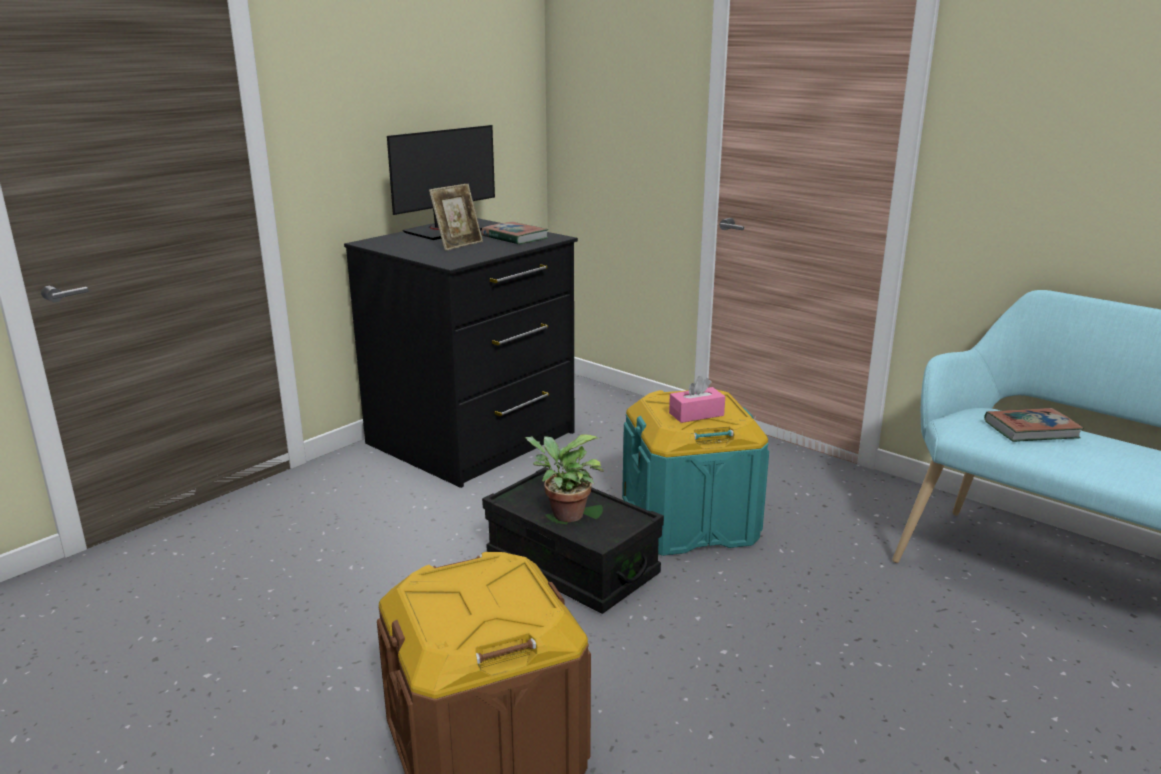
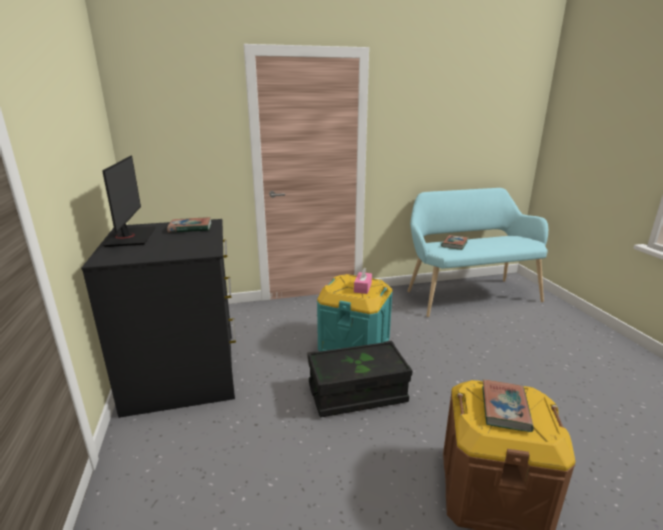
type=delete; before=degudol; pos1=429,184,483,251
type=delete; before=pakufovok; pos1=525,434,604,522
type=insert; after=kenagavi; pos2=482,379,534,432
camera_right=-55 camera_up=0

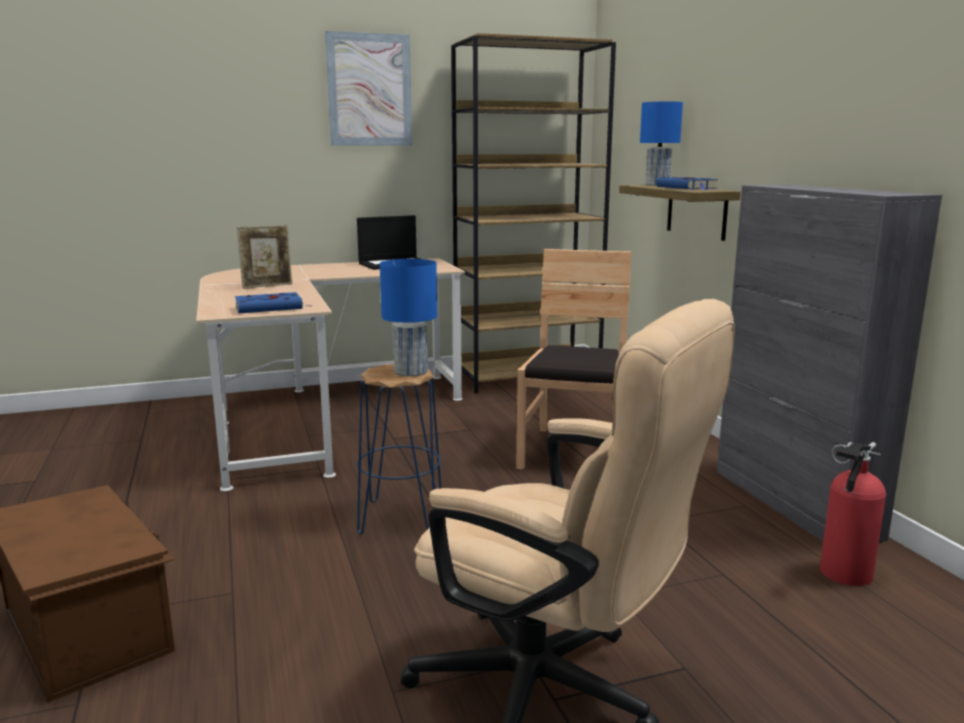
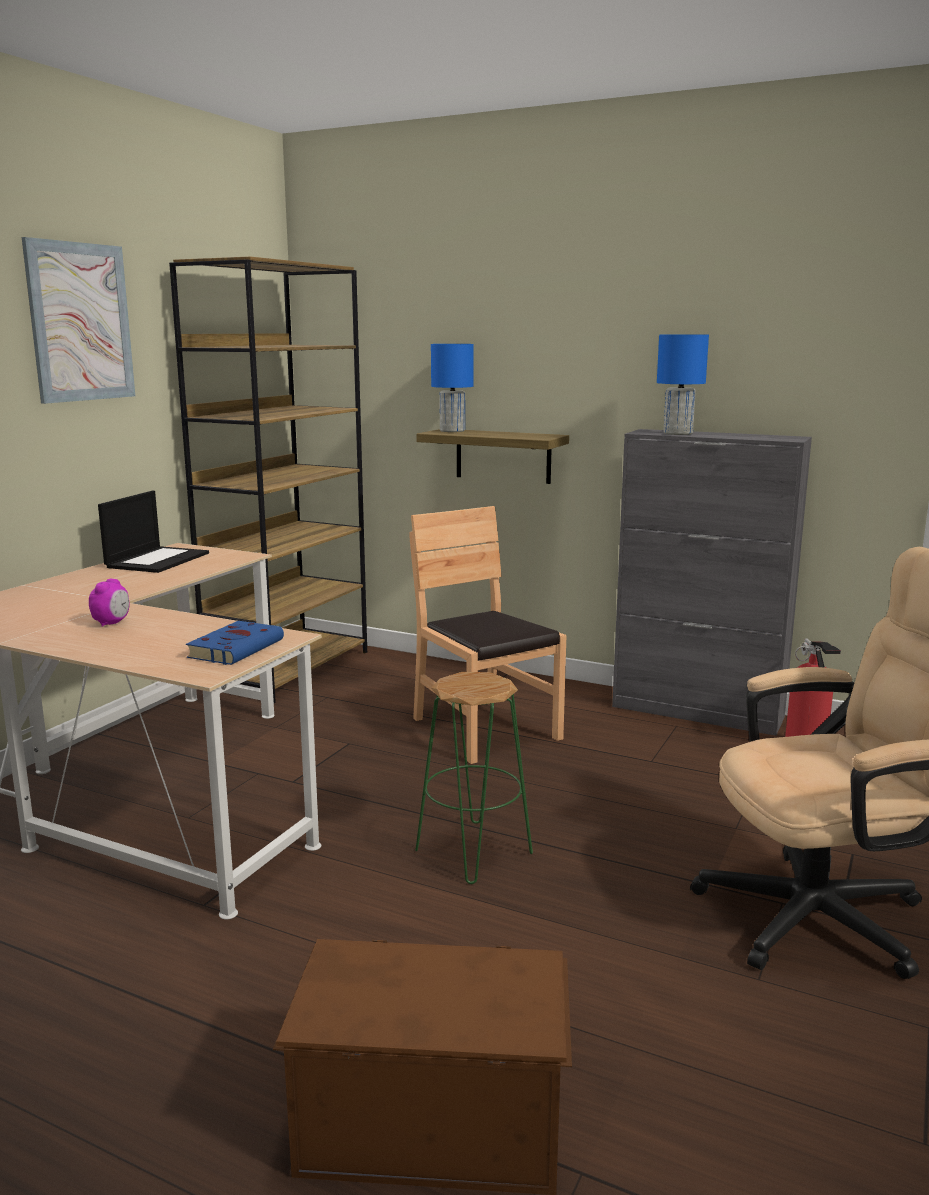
type=delete; before=blue kenagavi; pos1=656,177,718,190
type=move; before=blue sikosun; pos1=380,259,437,377; pos2=657,334,709,435
type=replace; before=degudol; after=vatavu; pos1=237,225,292,289; pos2=89,579,129,627
type=recolor; before=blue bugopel; after=green bugopel; pos1=357,364,441,535; pos2=415,672,533,884
camera_right=-45 camera_up=0

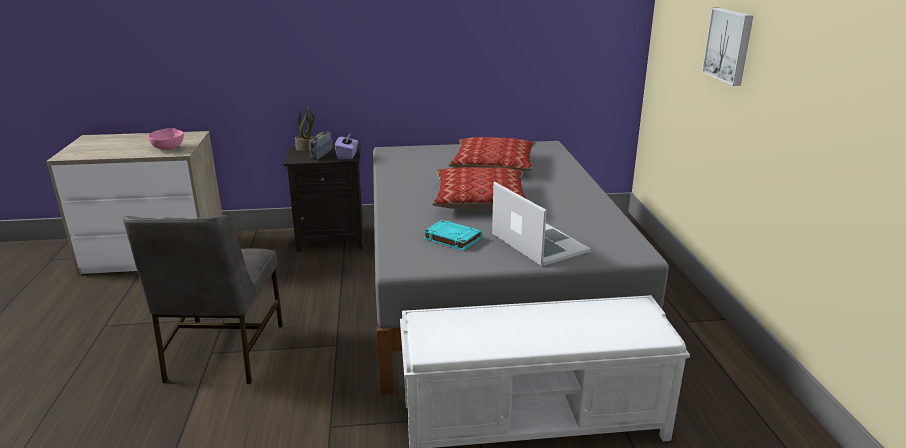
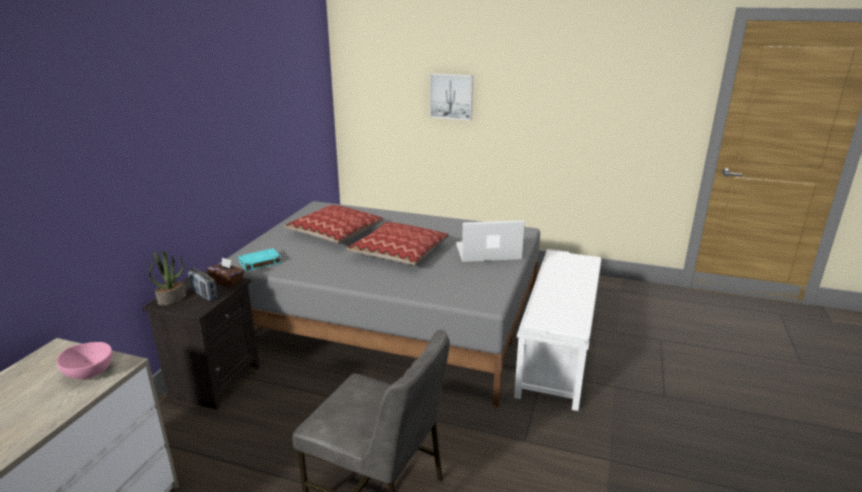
type=move; before=turquoise kenagavi; pos1=423,220,482,251; pos2=238,248,282,271
type=recolor; before=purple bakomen; after=brown bakomen; pos1=335,133,358,159; pos2=207,257,244,288
camera_right=-65 camera_up=0

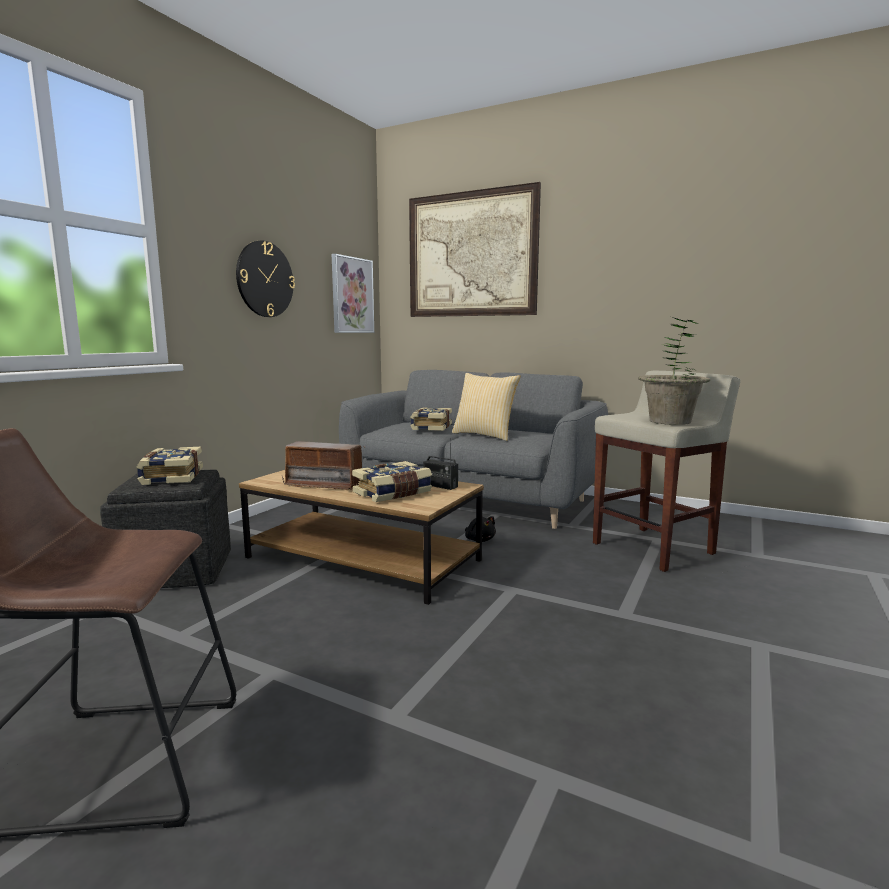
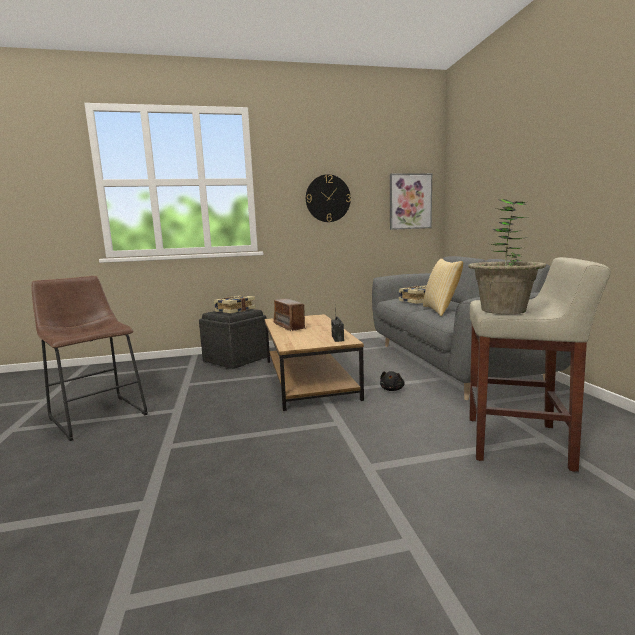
type=delete; before=kenagavi; pos1=352,461,432,502
type=delete; before=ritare; pos1=409,182,541,317
camera_right=50 camera_up=0

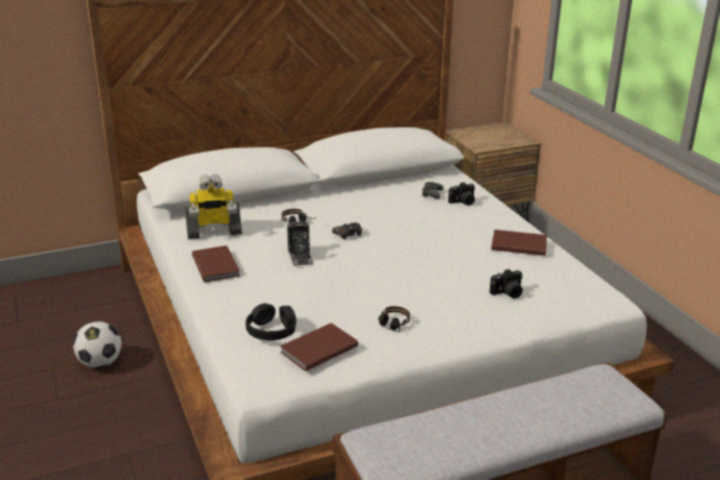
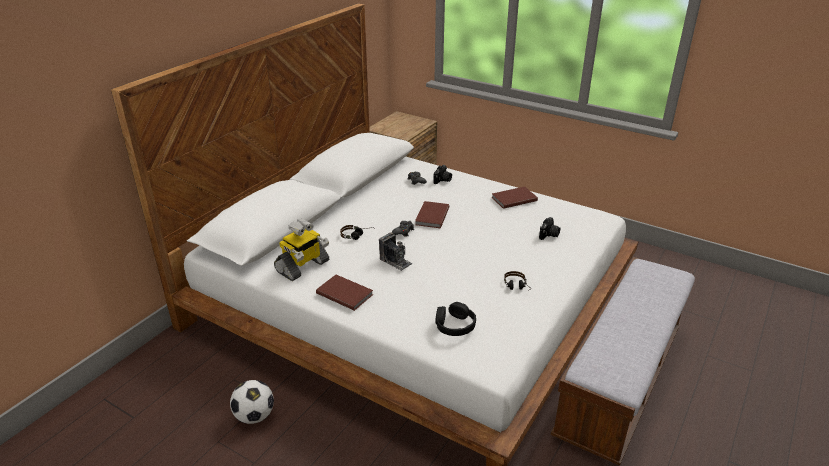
type=move; before=brown kenagavi; pos1=280,323,358,371; pos2=415,201,450,228
camera_right=-35 camera_up=5

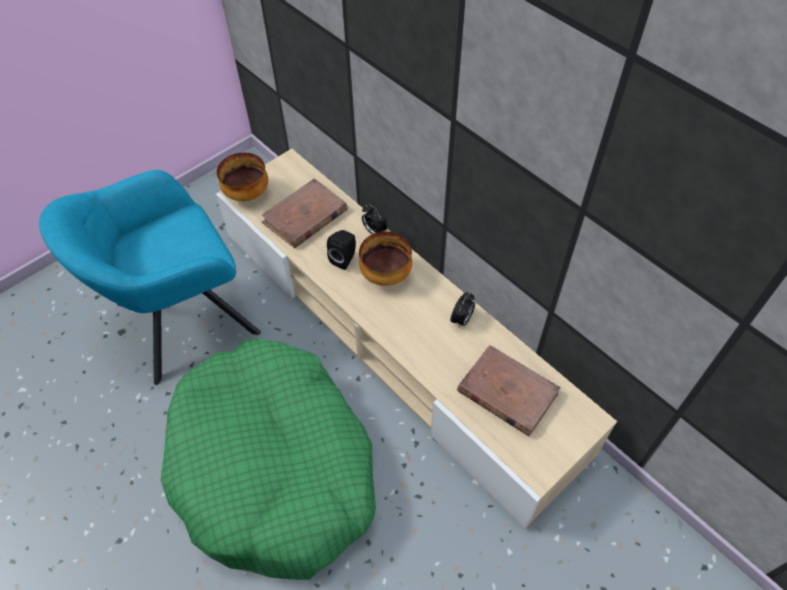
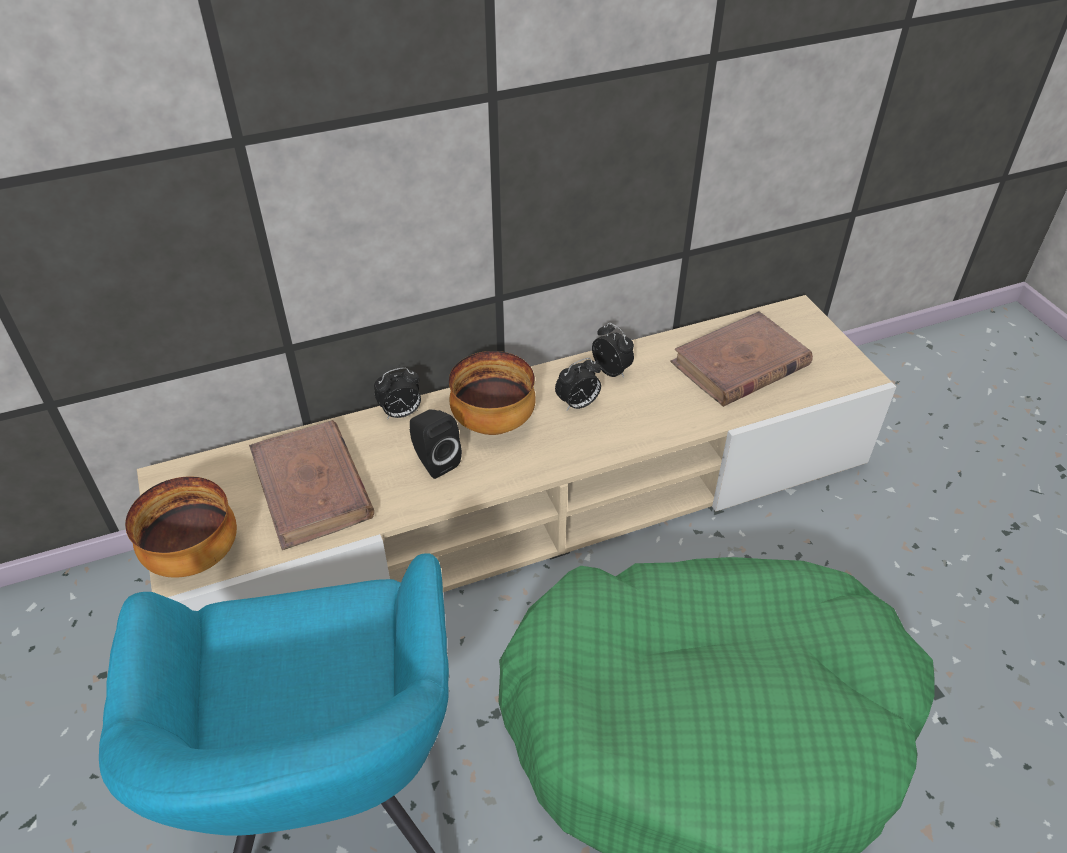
type=insert; after=vatavu; pos2=555,358,601,411
camera_right=-70 camera_up=-10

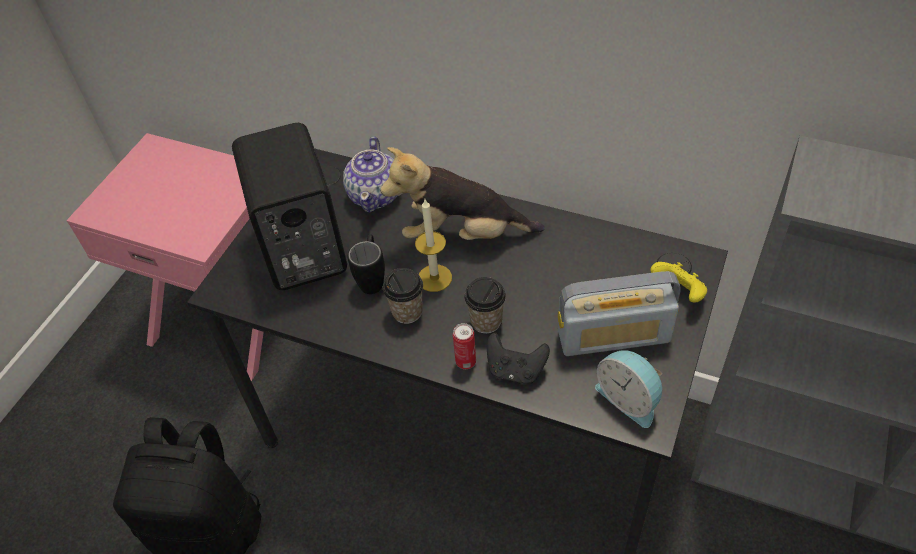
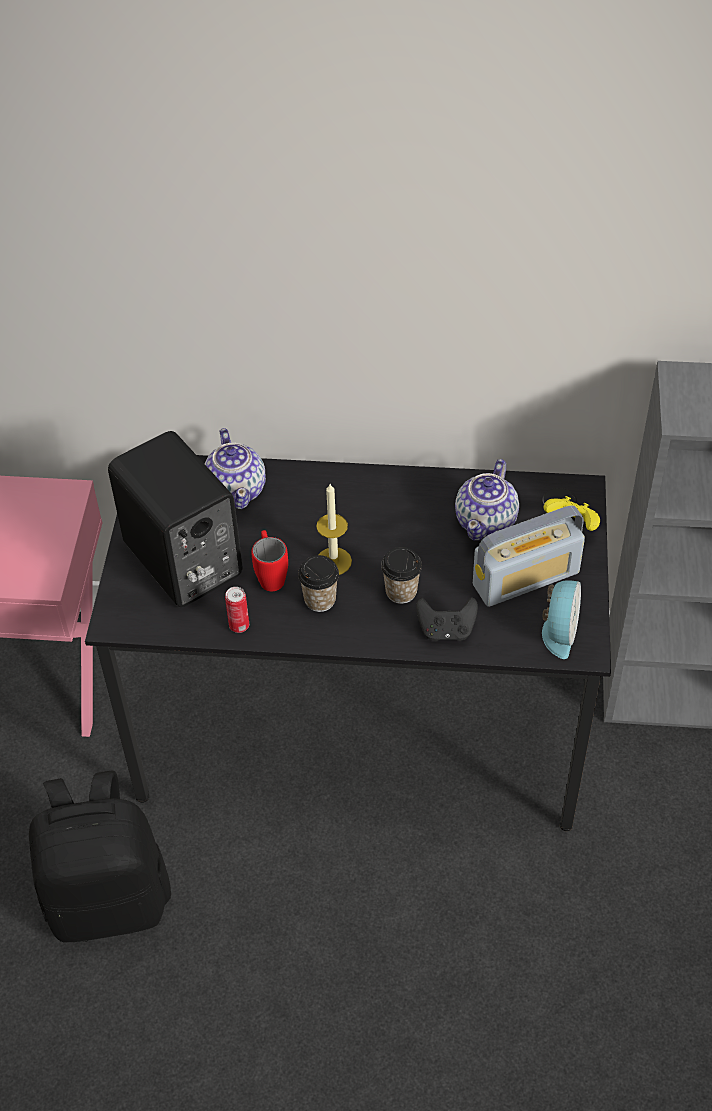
type=delete; before=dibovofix; pos1=380,147,544,240
type=insert; after=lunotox; pos2=455,459,519,541
type=move; before=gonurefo; pos1=453,323,476,369; pos2=225,587,249,633
type=recolor; before=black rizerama; after=red rizerama; pos1=348,234,385,294; pos2=252,530,288,591
type=rotate; before=vatavu; pos1=595,350,662,428; pos2=542,580,581,659; turn=-105
camera_right=-20 camera_up=0

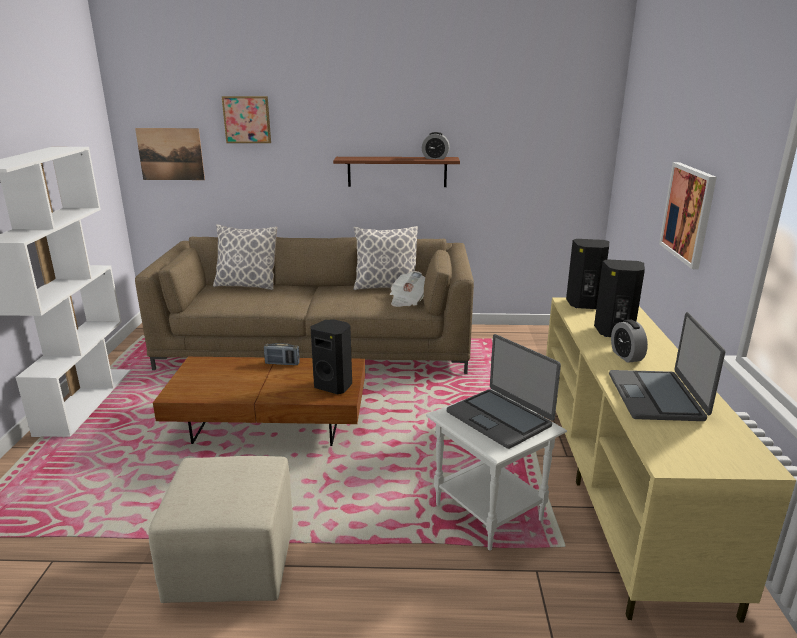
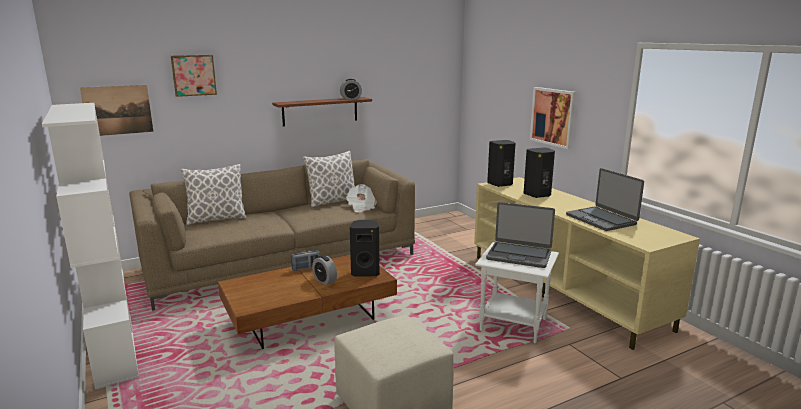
type=move; before=vatavu; pos1=611,319,648,363; pos2=312,255,337,285
camera_right=-30 camera_up=-5

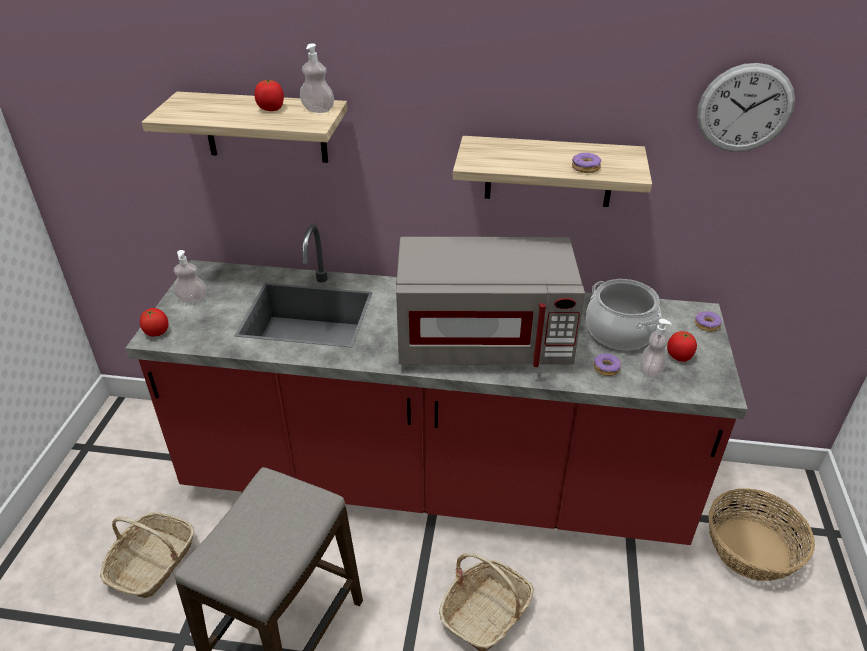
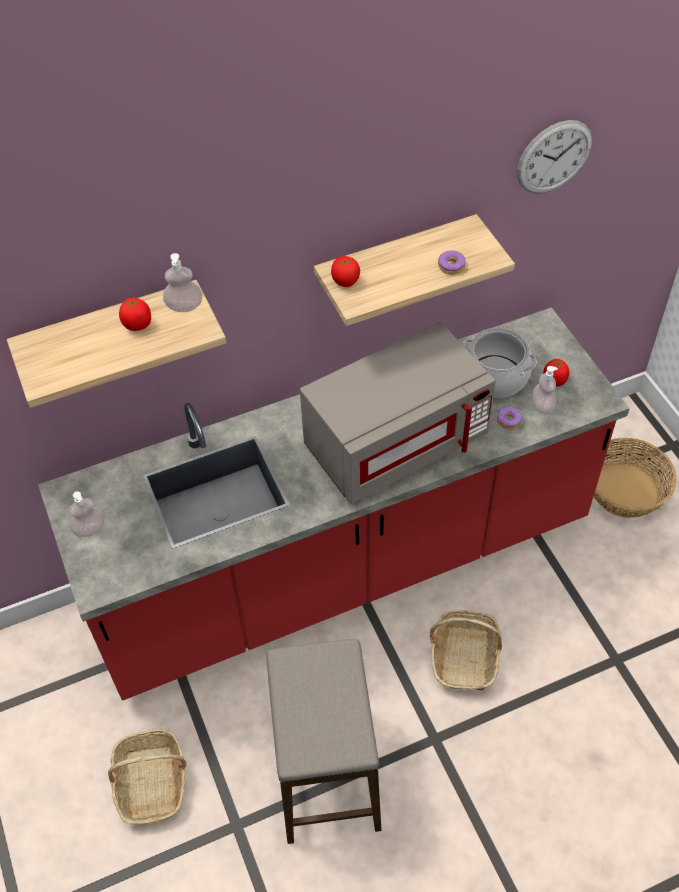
type=delete; before=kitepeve; pos1=695,311,722,332
type=move; before=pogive; pos1=140,308,169,336; pos2=331,256,360,287
camera_right=-30 camera_up=15

